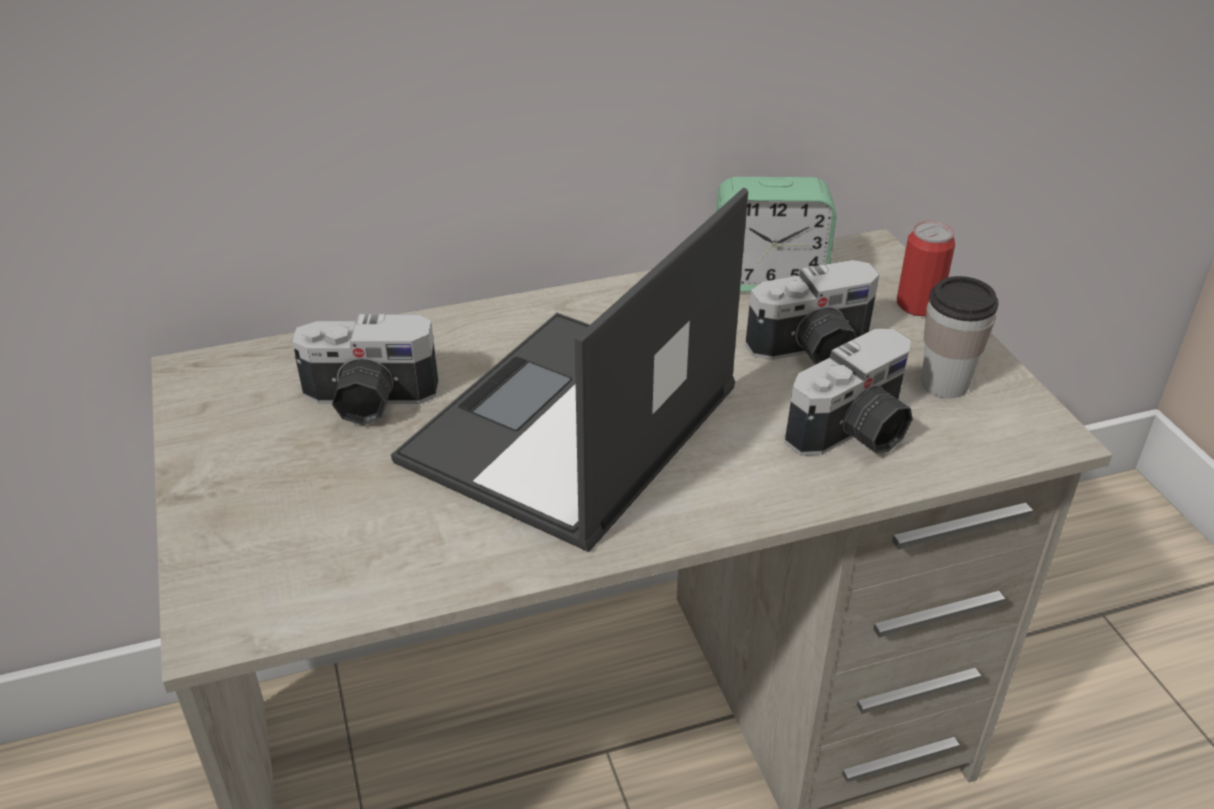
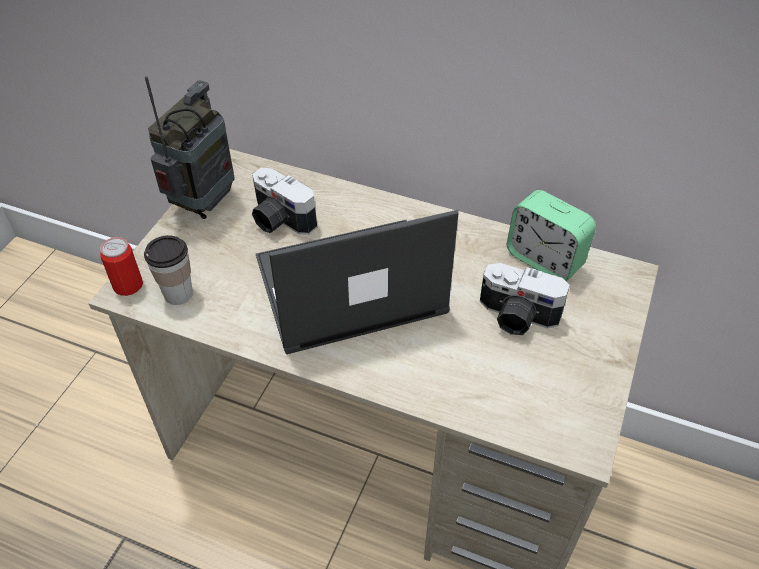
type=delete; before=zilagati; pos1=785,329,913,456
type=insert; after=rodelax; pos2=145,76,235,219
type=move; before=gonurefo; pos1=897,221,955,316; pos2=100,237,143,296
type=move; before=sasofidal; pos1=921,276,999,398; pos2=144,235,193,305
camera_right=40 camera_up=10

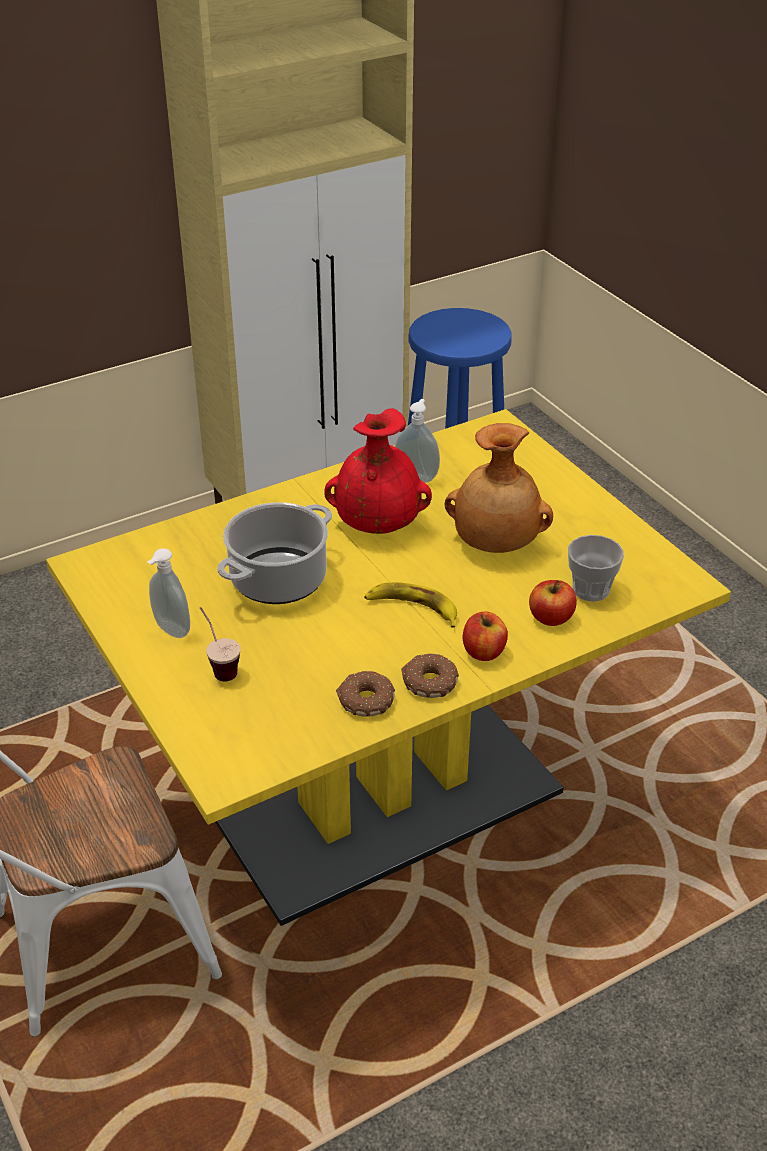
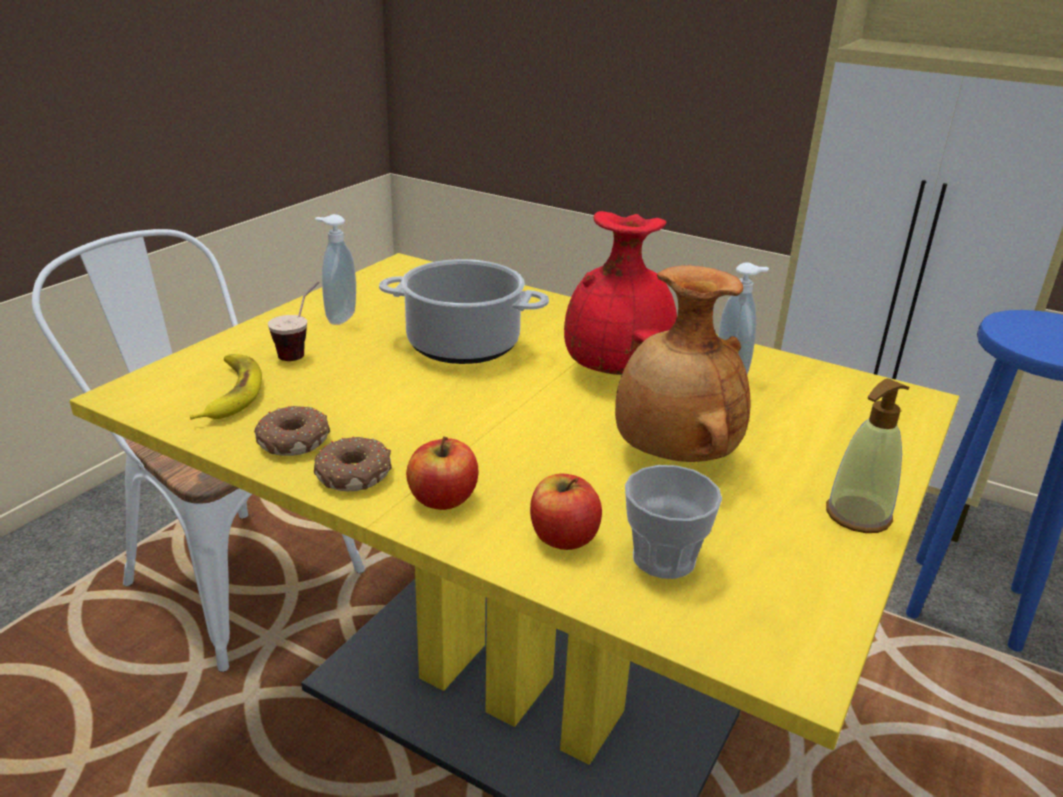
type=insert; after=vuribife; pos2=826,378,909,533
type=move; before=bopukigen; pos1=364,582,457,628; pos2=190,354,262,420
camera_right=60 camera_up=-10

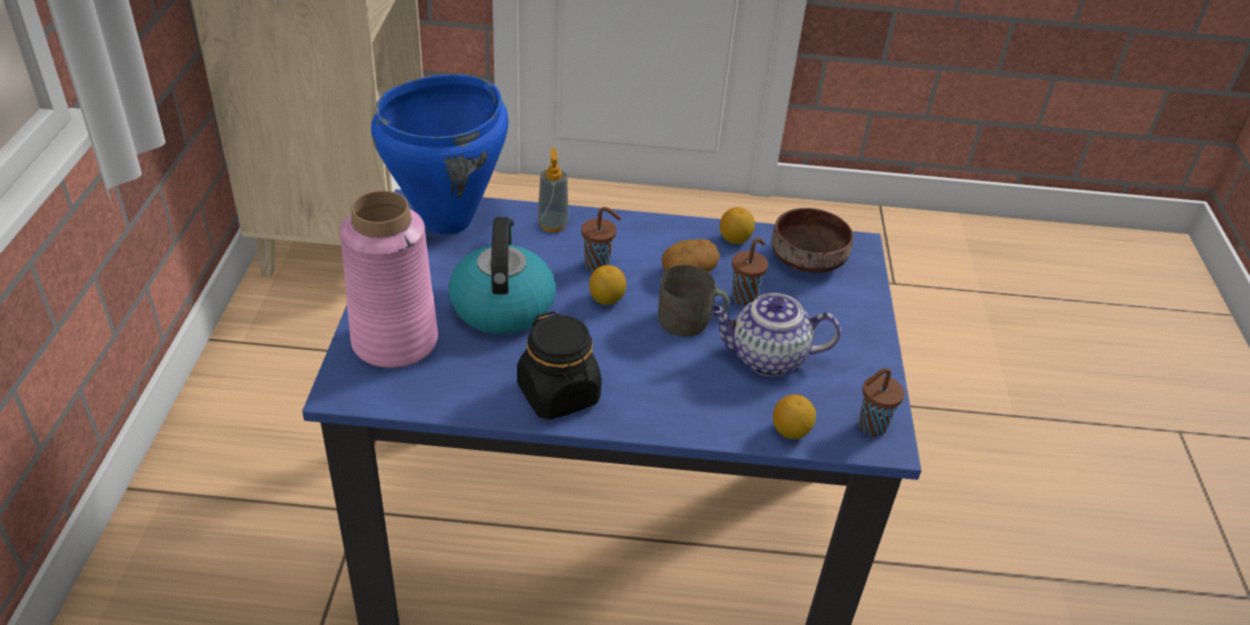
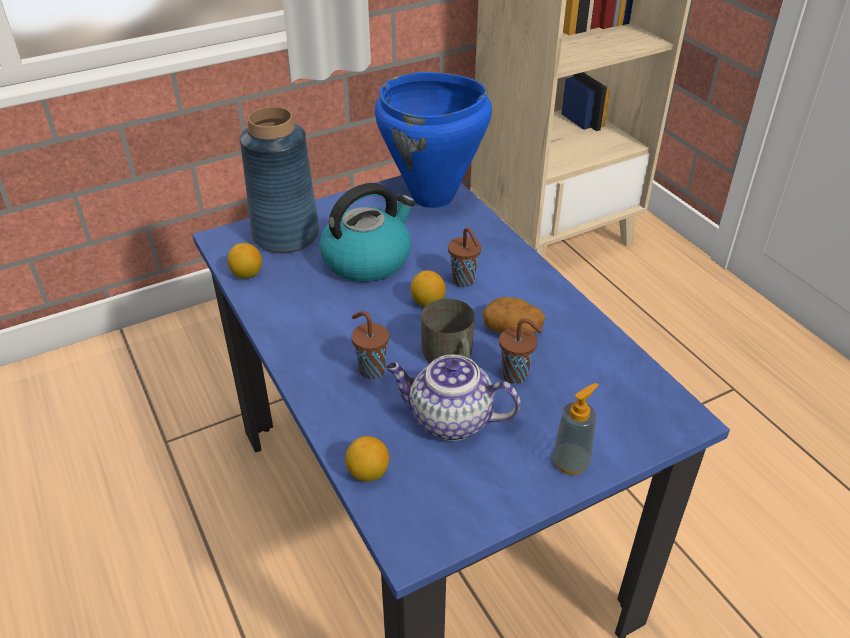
type=delete; before=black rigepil; pos1=517,311,602,420
type=delete; before=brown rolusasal; pos1=771,208,854,273
type=move; before=vuribife; pos1=537,147,569,232; pos2=552,383,598,475
type=move; before=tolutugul; pos1=720,207,755,244; pos2=227,243,262,278
type=move; before=brown sasofidal; pos1=859,368,905,437; pos2=351,311,389,379
type=recolor; before=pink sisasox; after=blue sisasox; pos1=340,191,438,368; pos2=240,107,319,253
type=rotate; before=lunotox; pos1=710,293,841,376; pos2=386,355,521,441; turn=-45
camera_right=60 camera_up=0

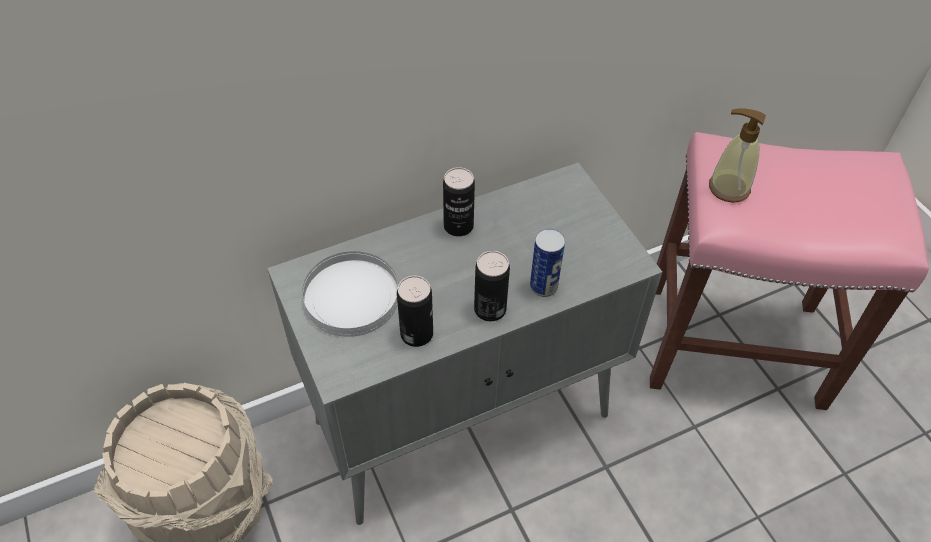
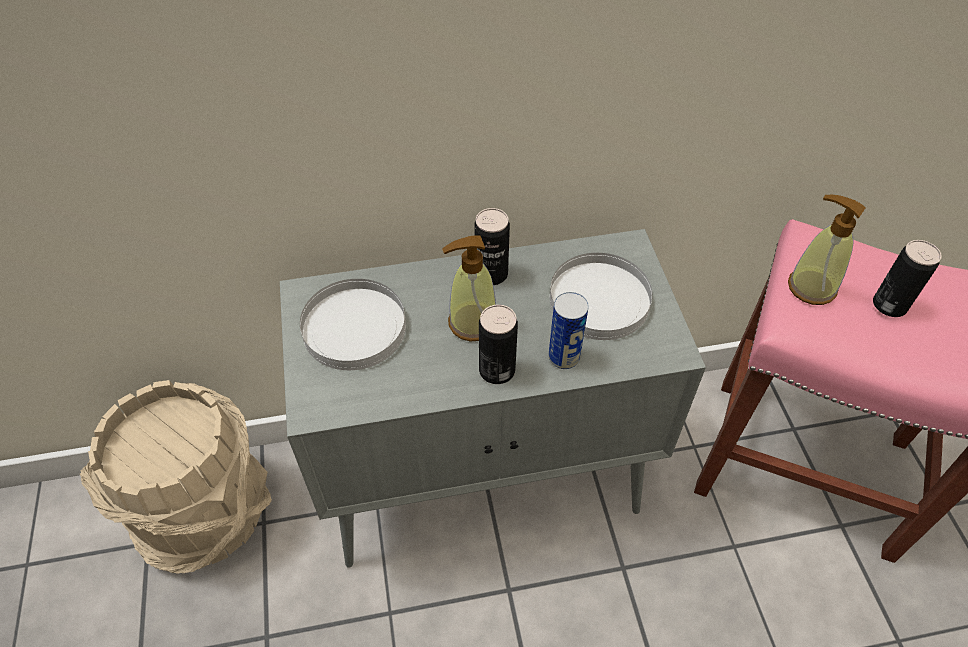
type=insert; after=vuribife; pos2=442,235,496,341
type=insert; after=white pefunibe; pos2=550,253,653,340
type=move; before=gonurefo; pos1=397,276,433,347; pos2=873,240,942,317
camera_right=15 camera_up=0

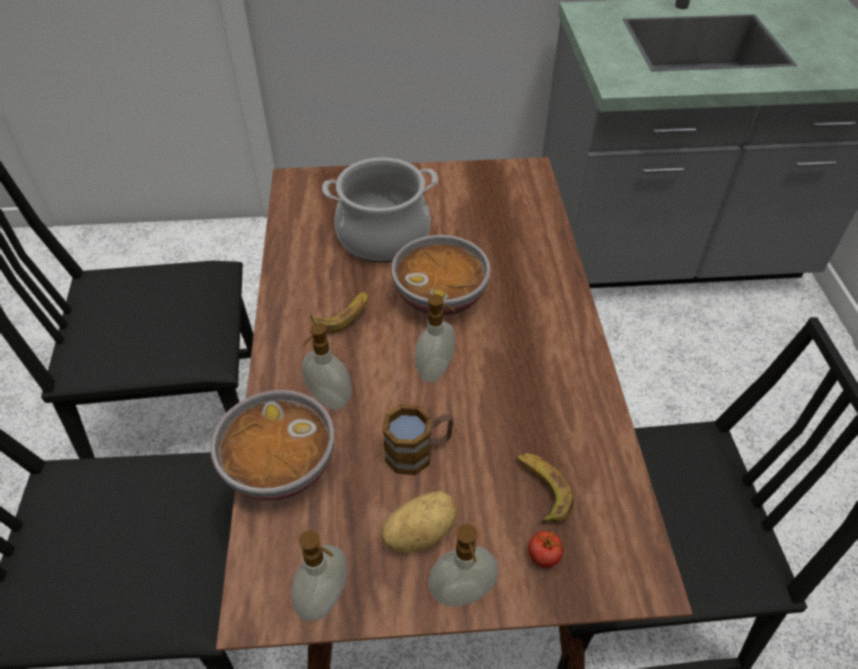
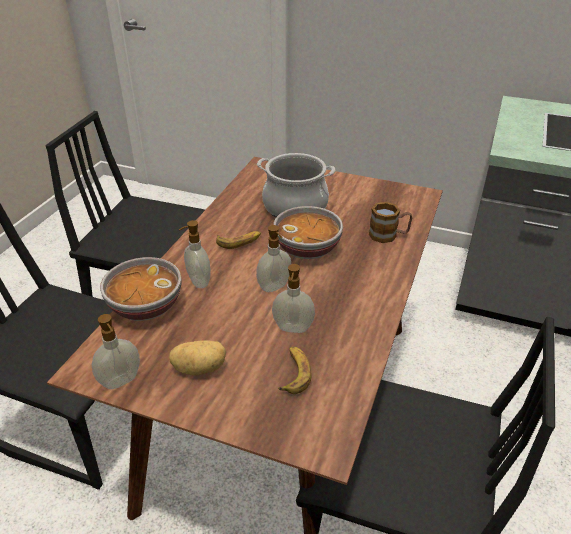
type=delete; before=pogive; pos1=528,530,564,568
type=move; before=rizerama; pos1=383,404,453,475; pos2=369,202,412,243
type=move; before=vuribife; pos1=428,524,498,607; pos2=272,264,315,333
camera_right=25 camera_up=-10

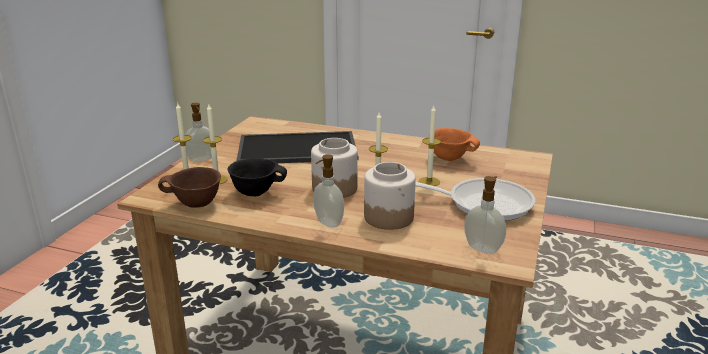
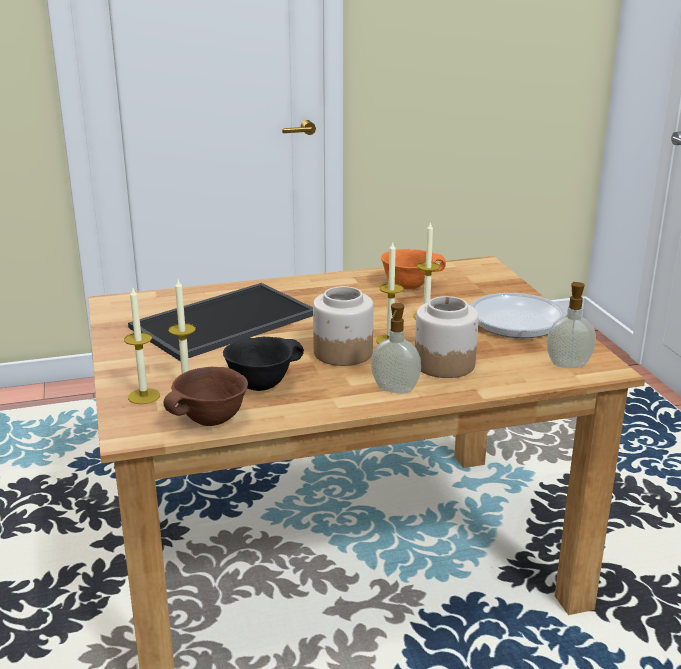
type=delete; before=vuribife; pos1=185,103,212,162
camera_right=-35 camera_up=0

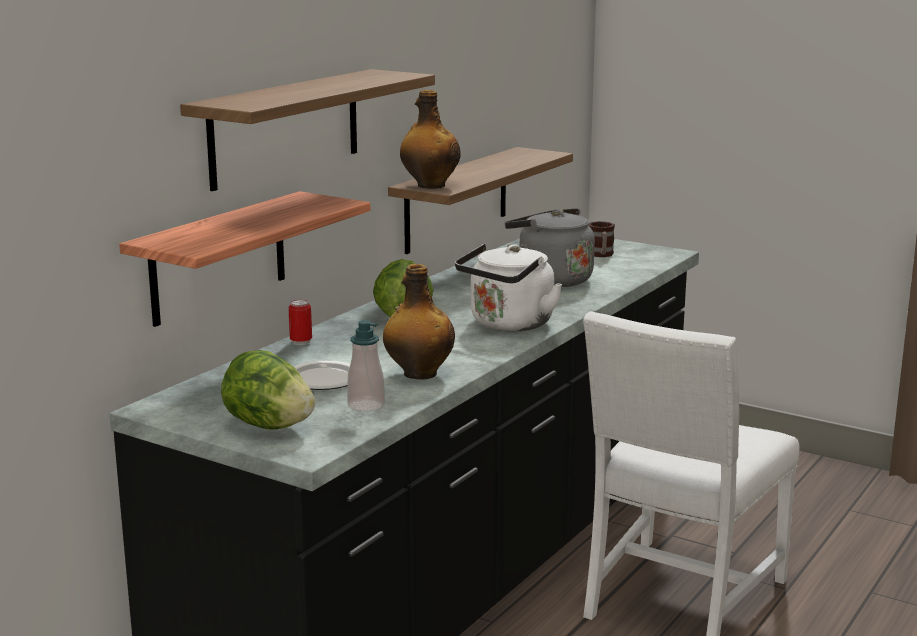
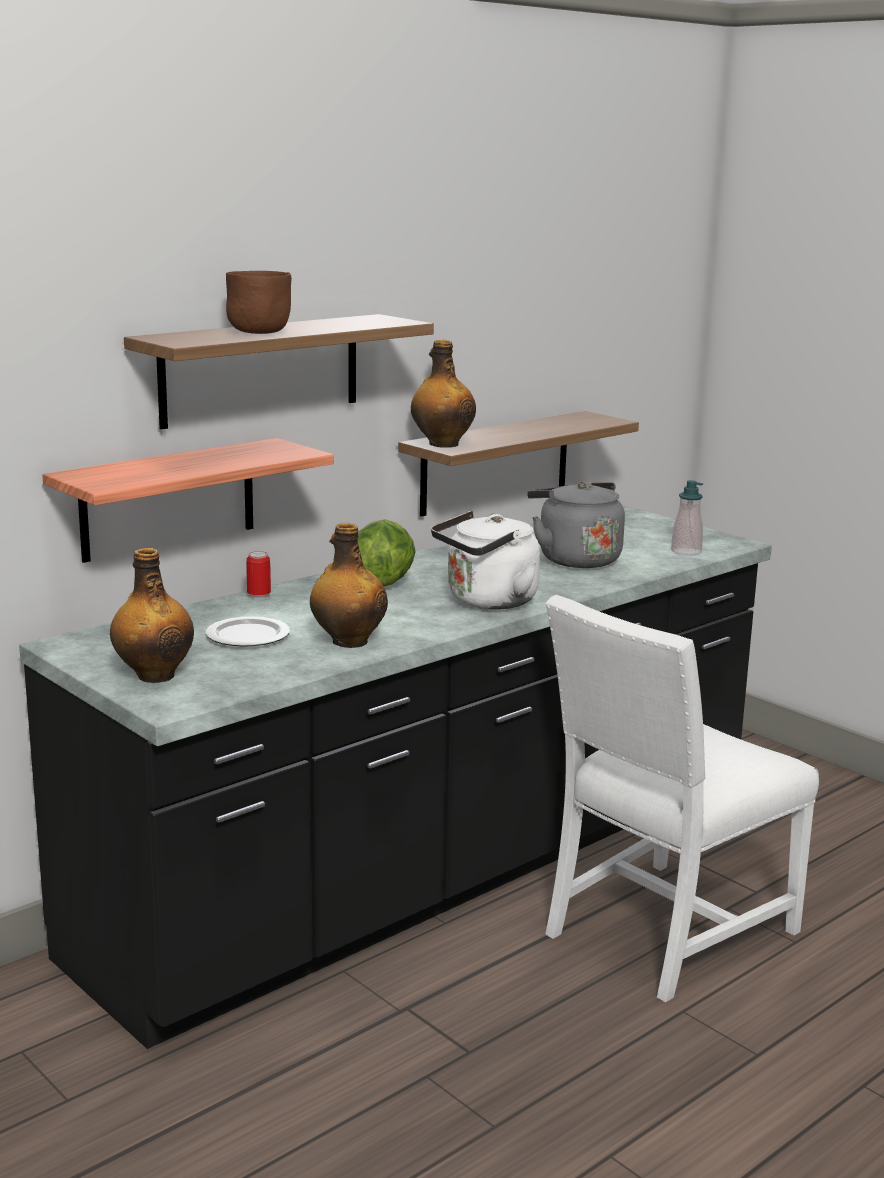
type=delete; before=rizerama; pos1=588,221,615,257
type=insert; after=brown rolusasal; pos2=226,271,292,334
type=move; before=vuribife; pos1=347,320,385,412; pos2=671,480,703,555
type=replace; before=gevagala; after=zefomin; pos1=221,350,315,430; pos2=110,548,194,683
camera_right=15 camera_up=0

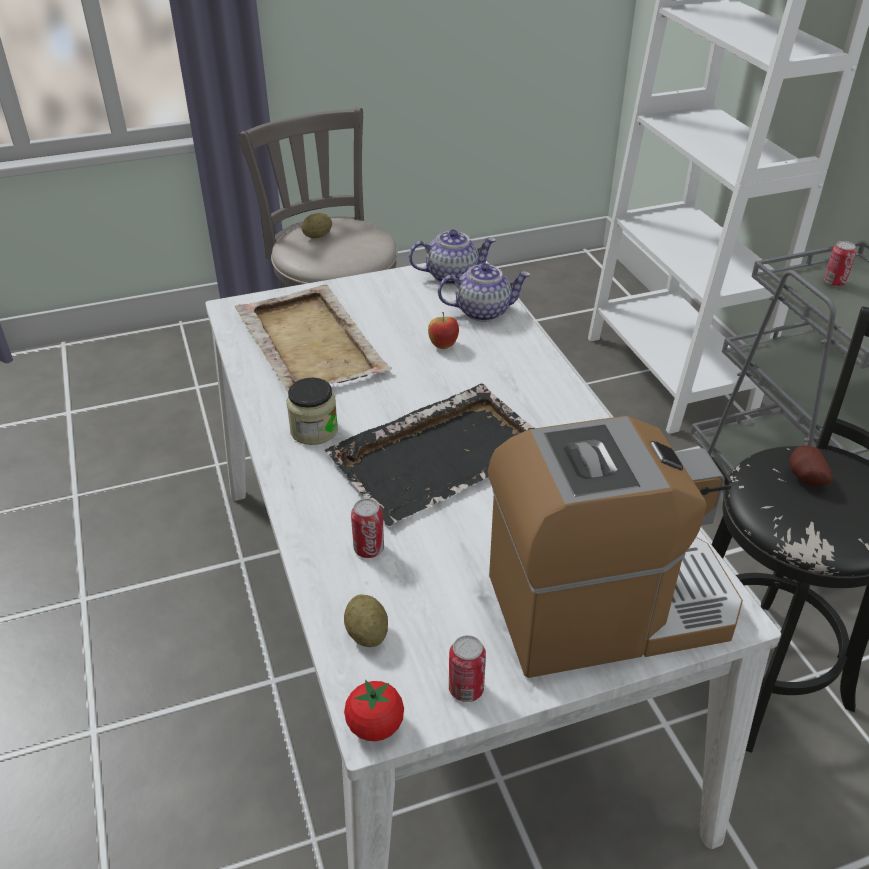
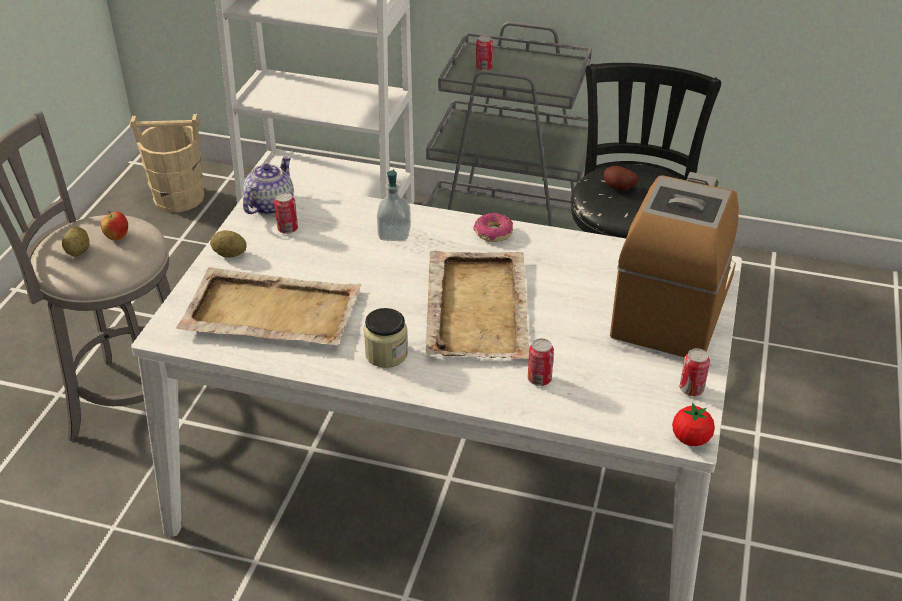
type=delete; before=lunotox; pos1=438,263,530,321
type=insert; after=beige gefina; pos2=130,114,204,213
type=insert; after=gonurefo; pos2=274,192,298,234
type=insert; after=vuribife; pos2=377,169,411,241
type=insert; after=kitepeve; pos2=473,213,513,242
type=move; before=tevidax; pos1=344,595,388,647; pos2=210,230,247,258
type=move; before=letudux; pos1=428,312,459,349; pos2=101,211,128,241
type=recolor; before=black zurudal; after=beige zurudal; pos1=324,384,534,526; pos2=425,250,529,359
camera_right=-55 camera_up=0

